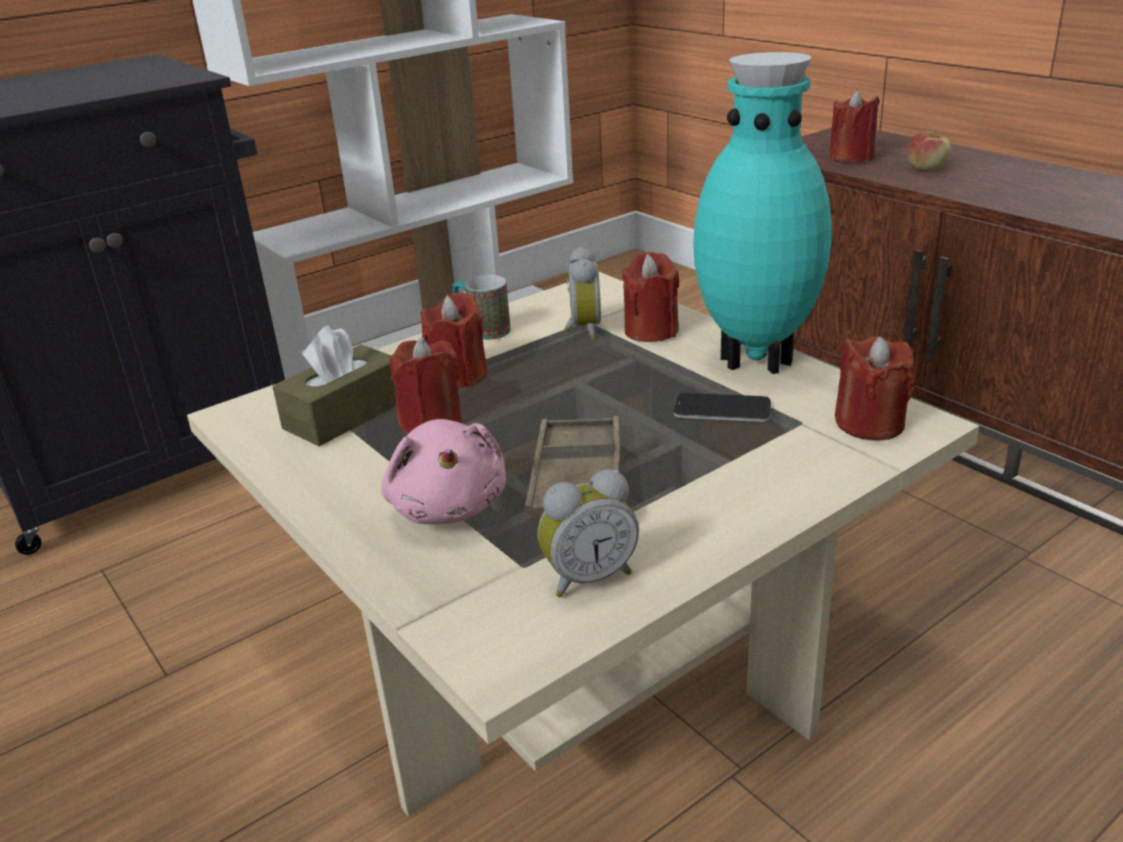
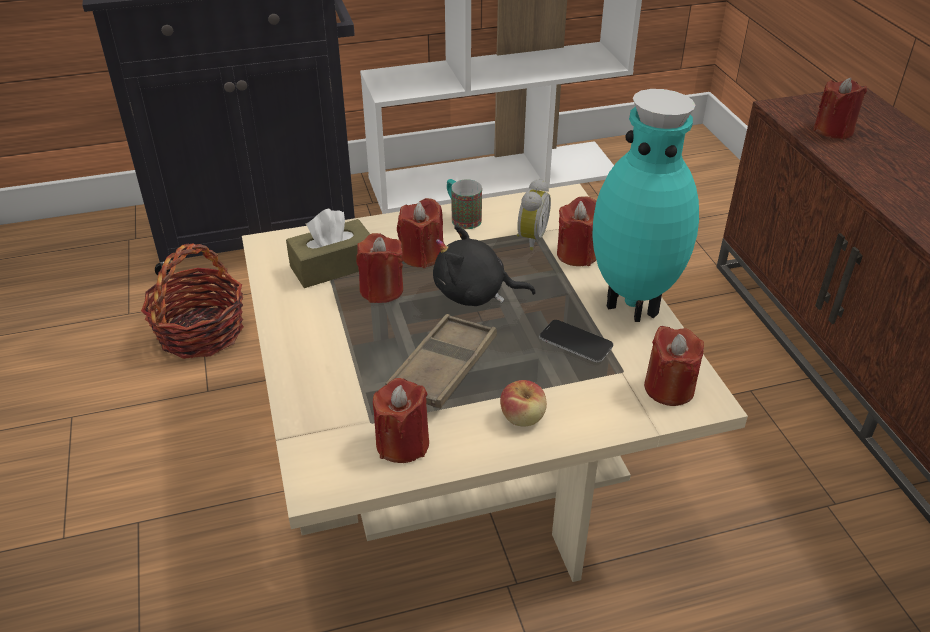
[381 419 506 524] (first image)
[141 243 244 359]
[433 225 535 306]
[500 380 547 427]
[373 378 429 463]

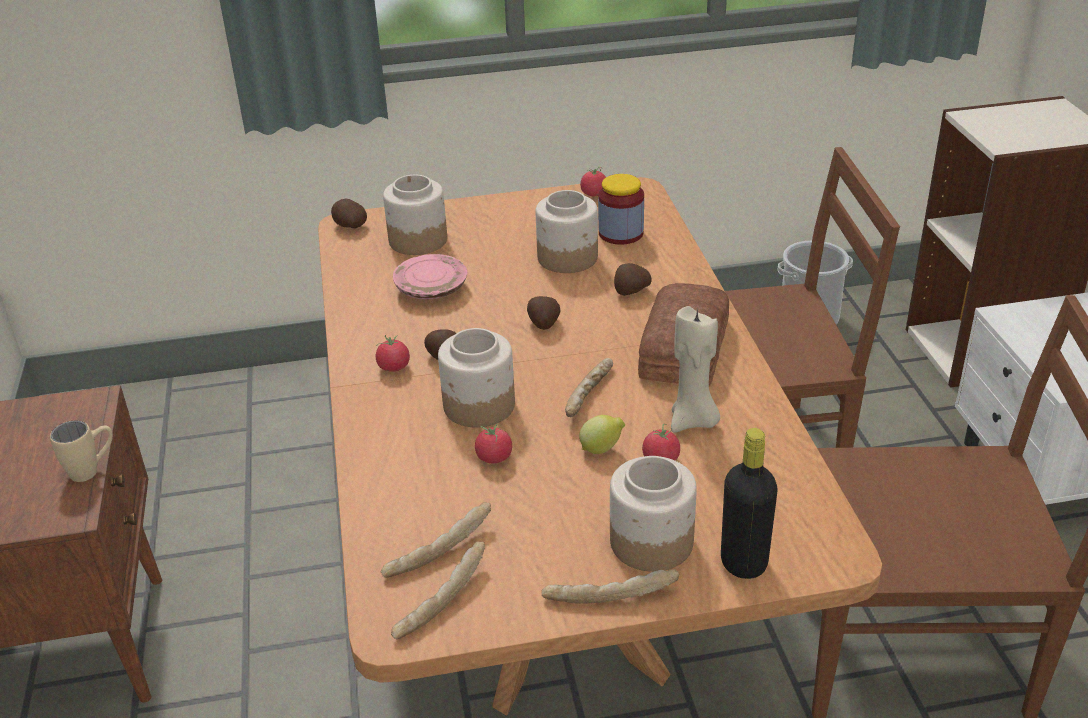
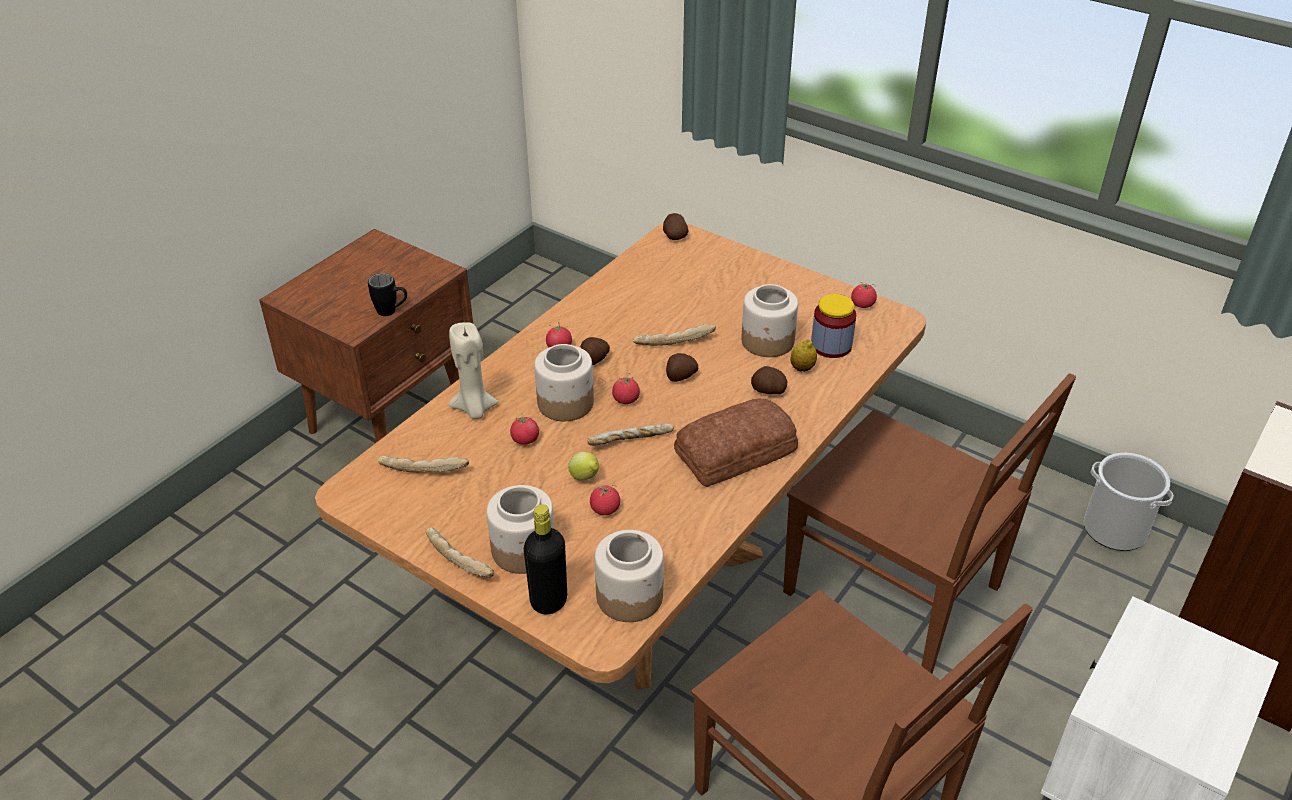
[393 254 467 299] (first image)
[612 373 640 404]
[790 340 817 372]
[595 530 664 622]
[633 324 716 346]
[449 322 499 419]
[368 273 407 316]

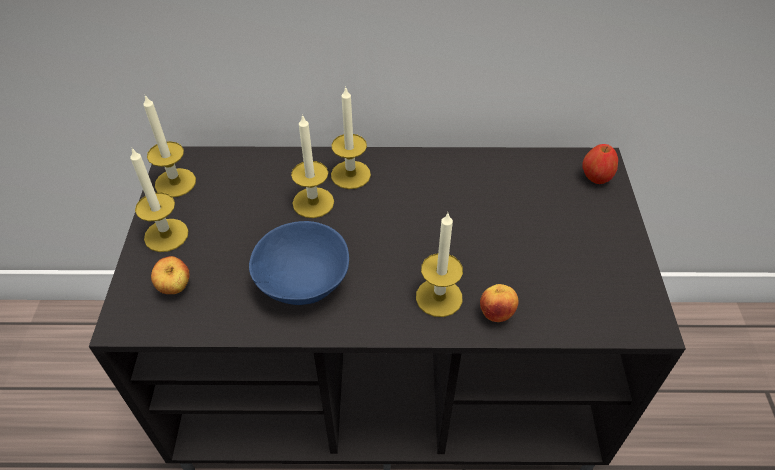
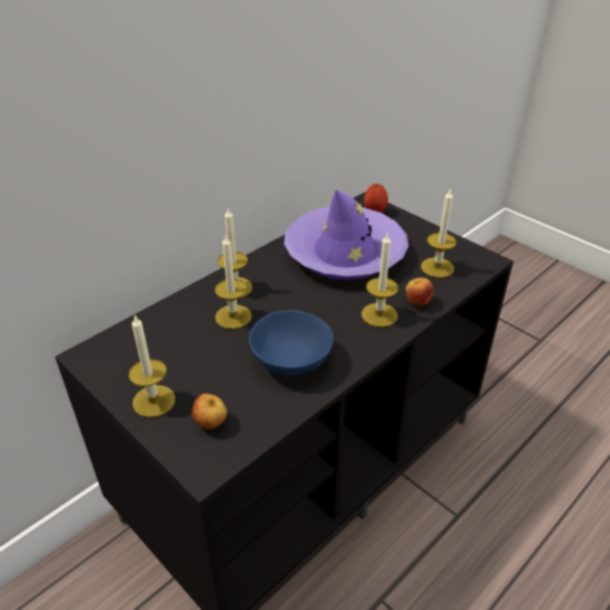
[284 190 409 280]
[421 188 457 278]

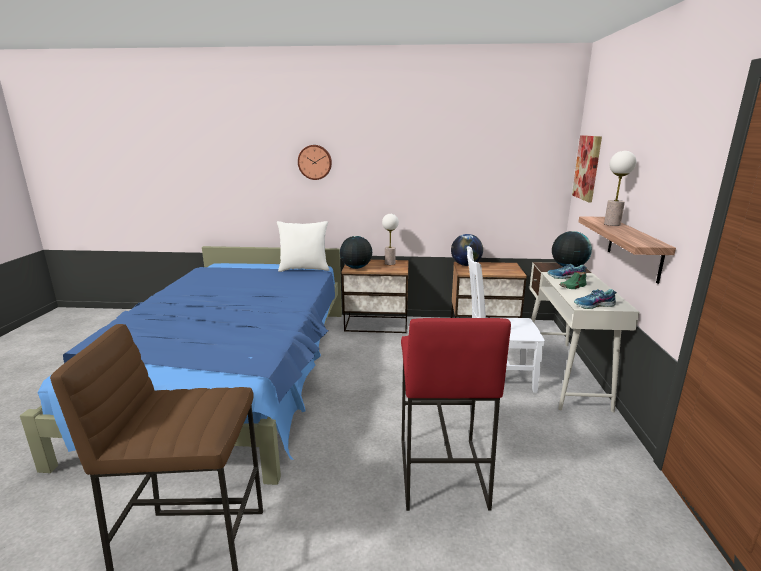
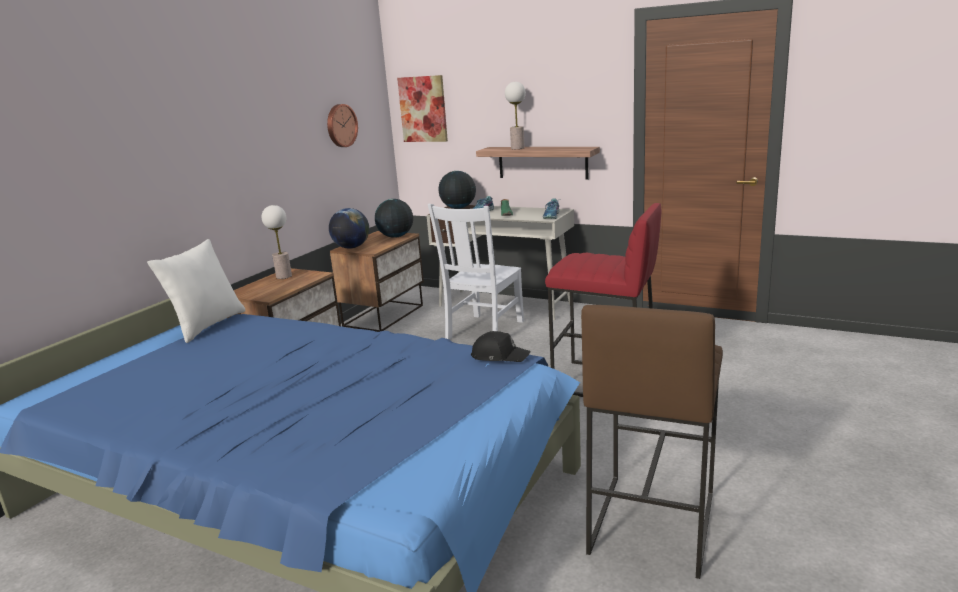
[471 331 531 362]
[327 104 358 147]
[375 199 413 238]

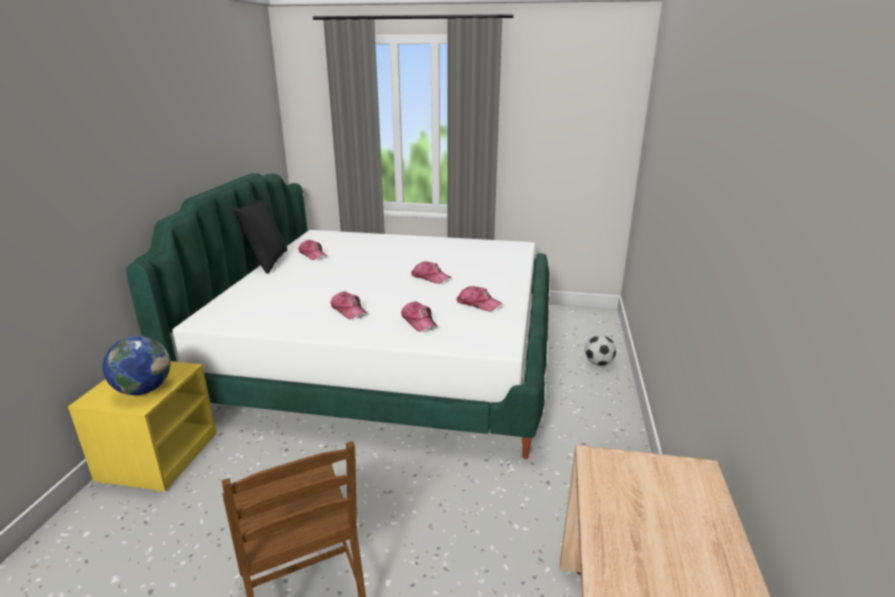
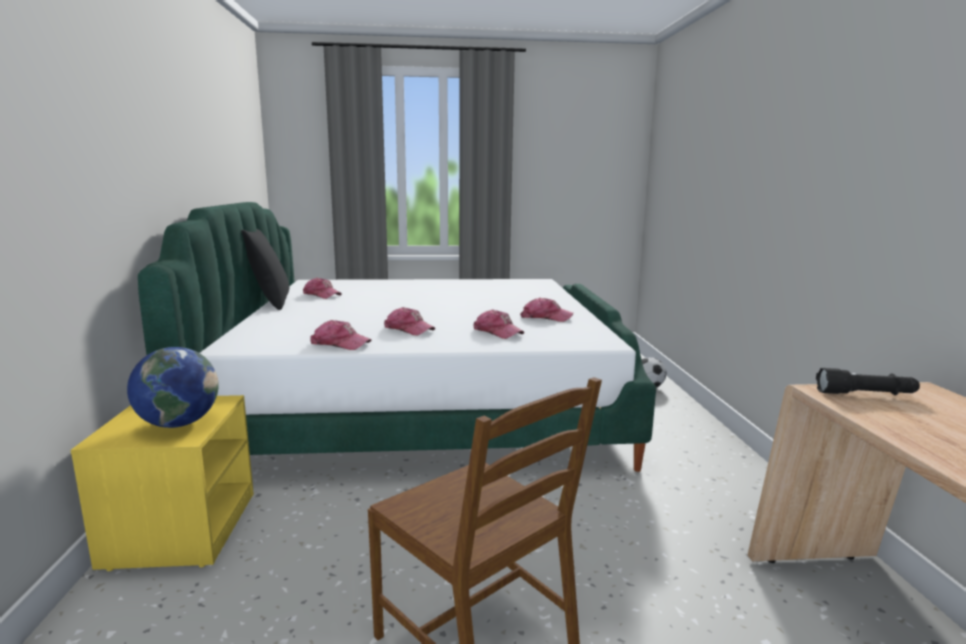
[816 368 920 395]
[310 320 372 350]

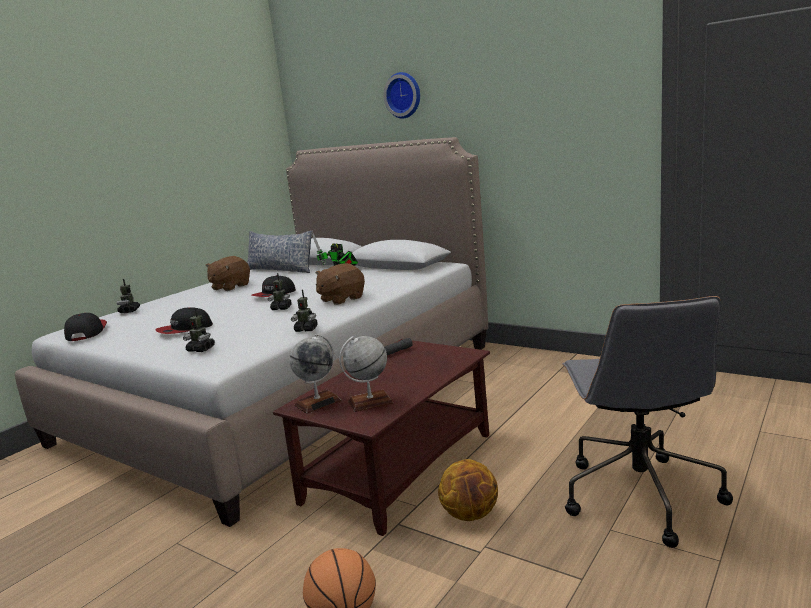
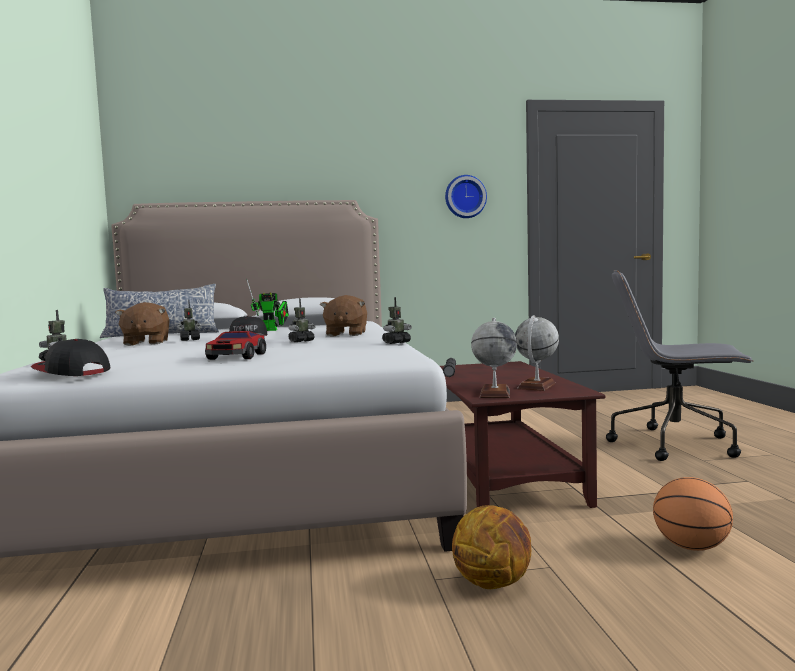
[177 300 202 341]
[445 175 487 218]
[452 505 531 589]
[205 331 266 360]
[606 270 754 461]

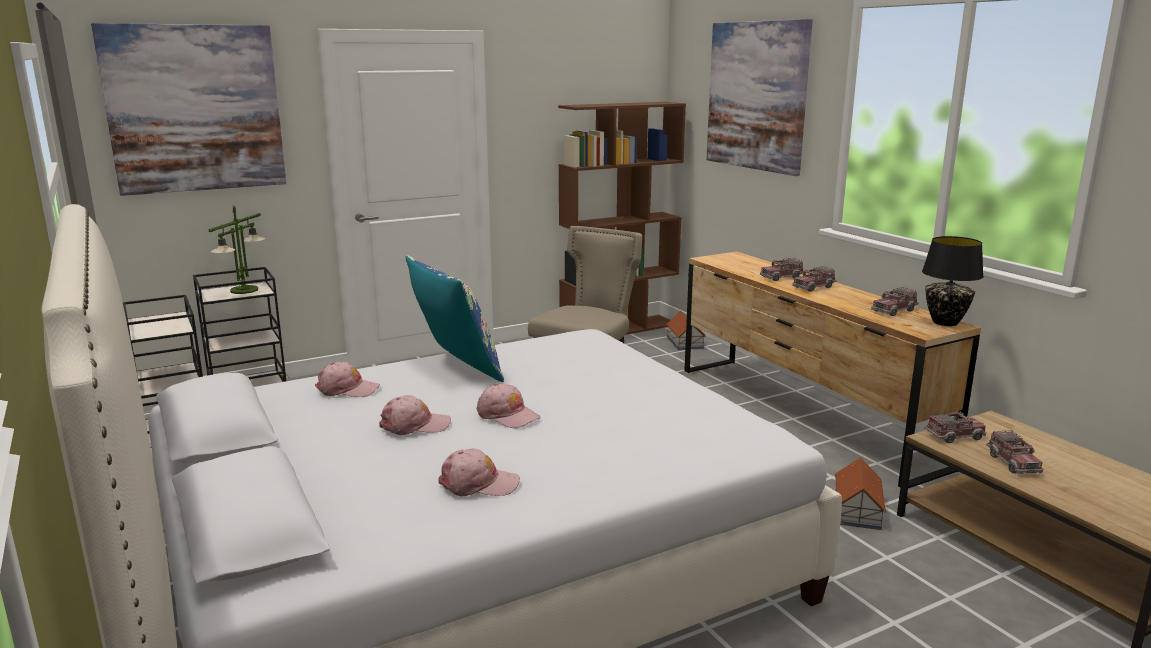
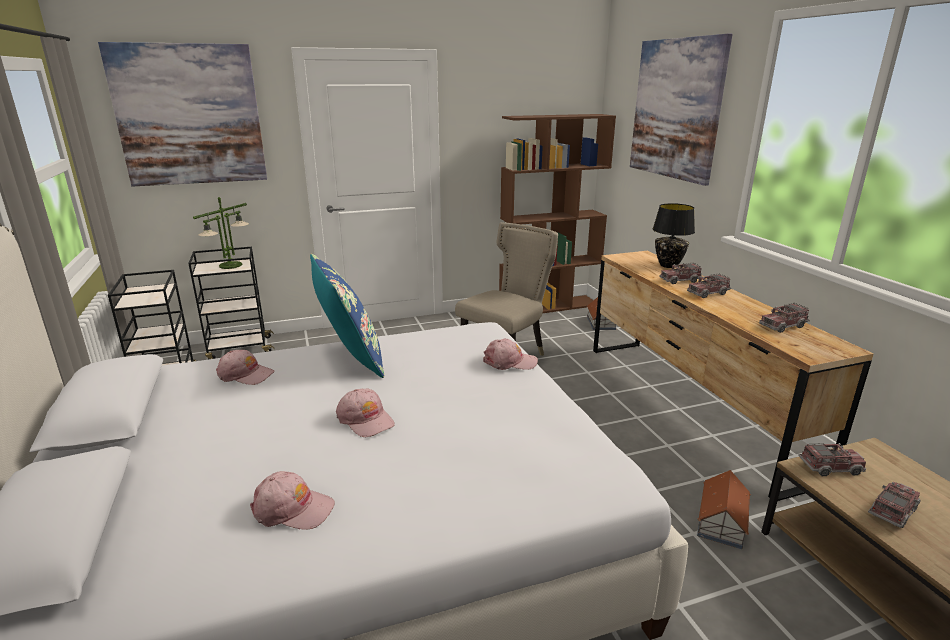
[483 339 538 370]
[653 203 695 268]
[868 482 921 528]

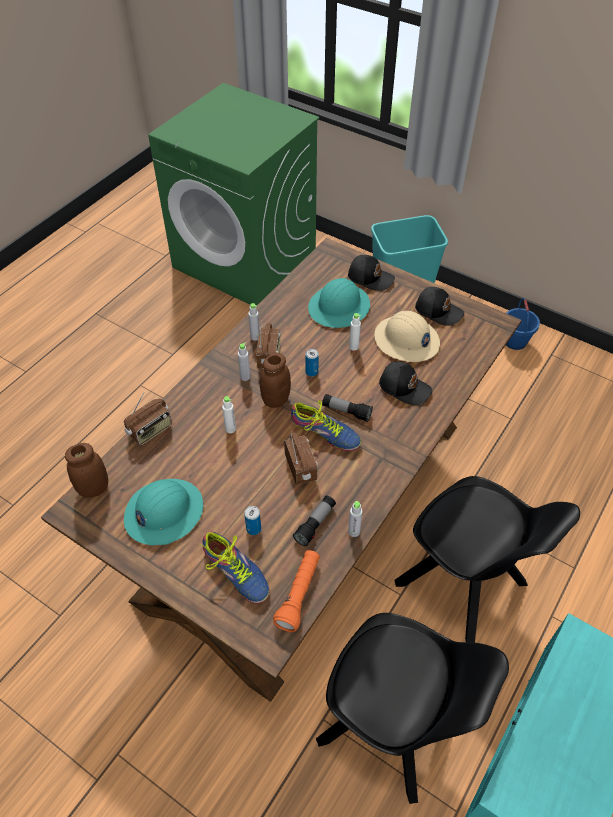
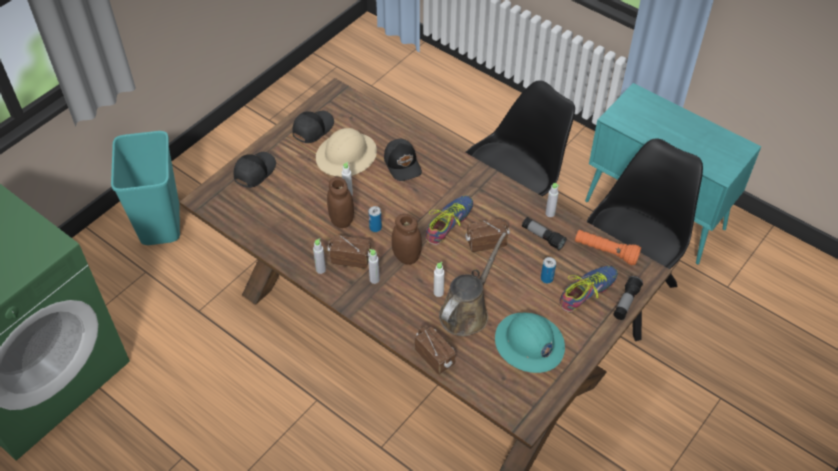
[308 278 370 328] (first image)
[506 298 540 350] (first image)
[439 232 506 336]
[327 177 354 228]
[613 276 643 320]
[384 139 422 181]

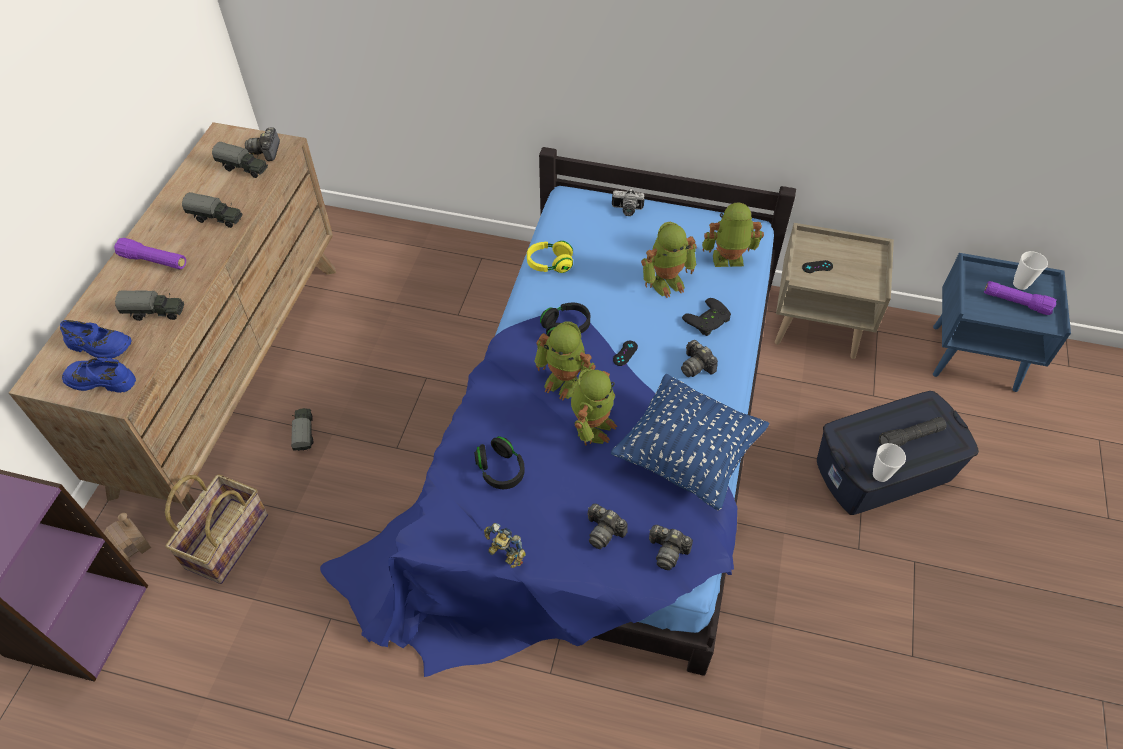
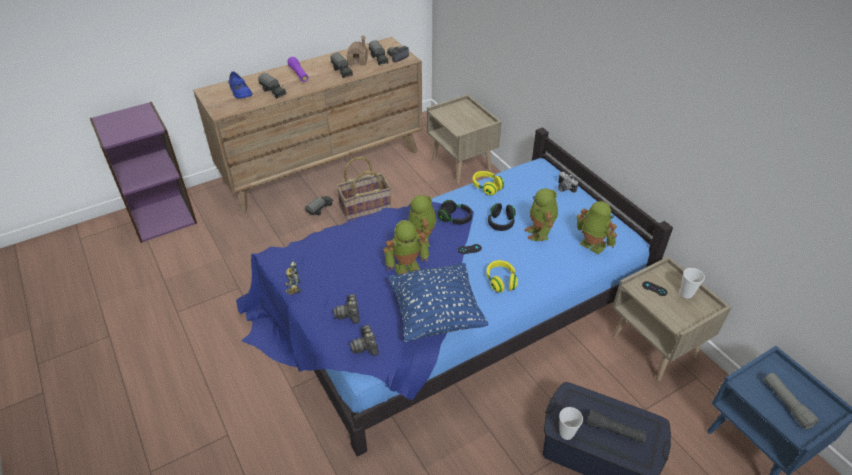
[62 357 136 393] (first image)
[682 298 731 336] (first image)
[427 94 502 184]
[347 35 368 66]
[336 157 391 221]
[488 203 516 231]
[680 268 705 298]
[486 260 518 292]
[764 373 819 429]
[524 188 558 241]

